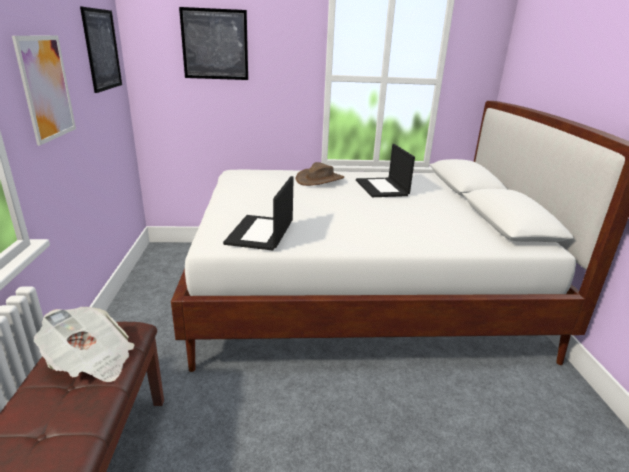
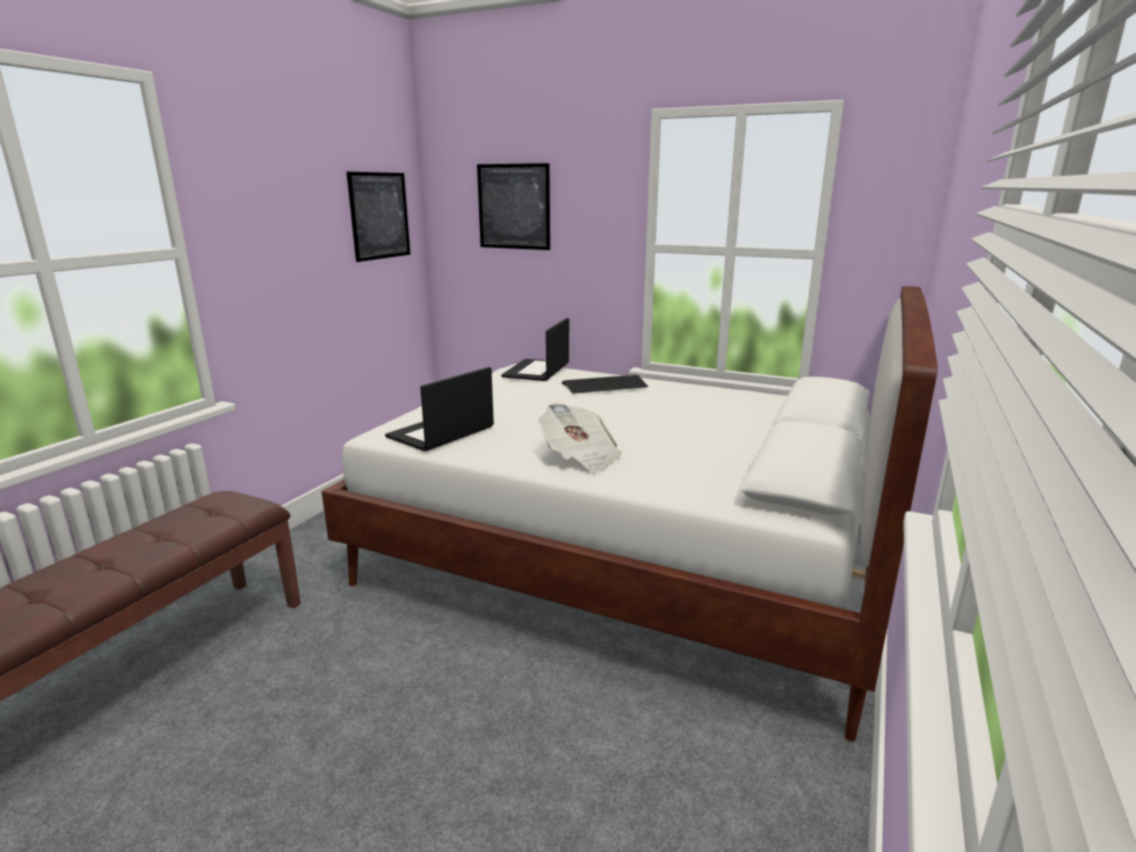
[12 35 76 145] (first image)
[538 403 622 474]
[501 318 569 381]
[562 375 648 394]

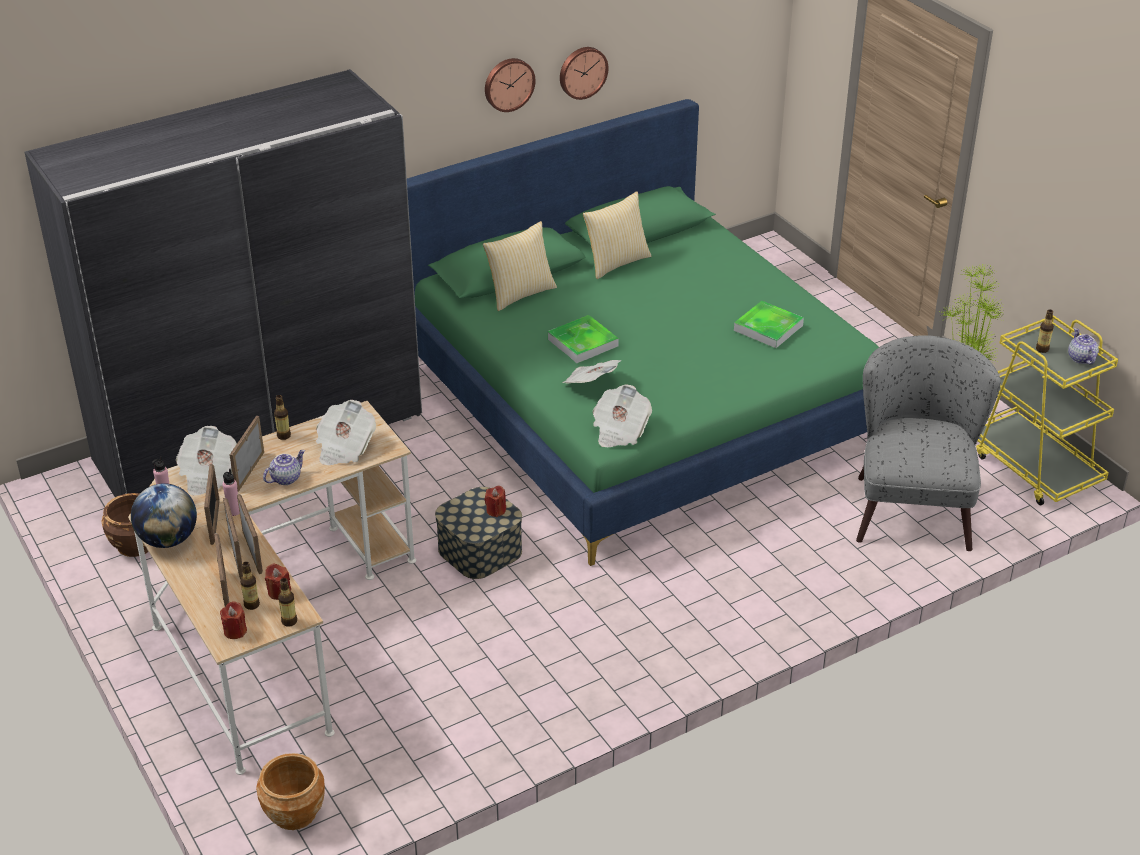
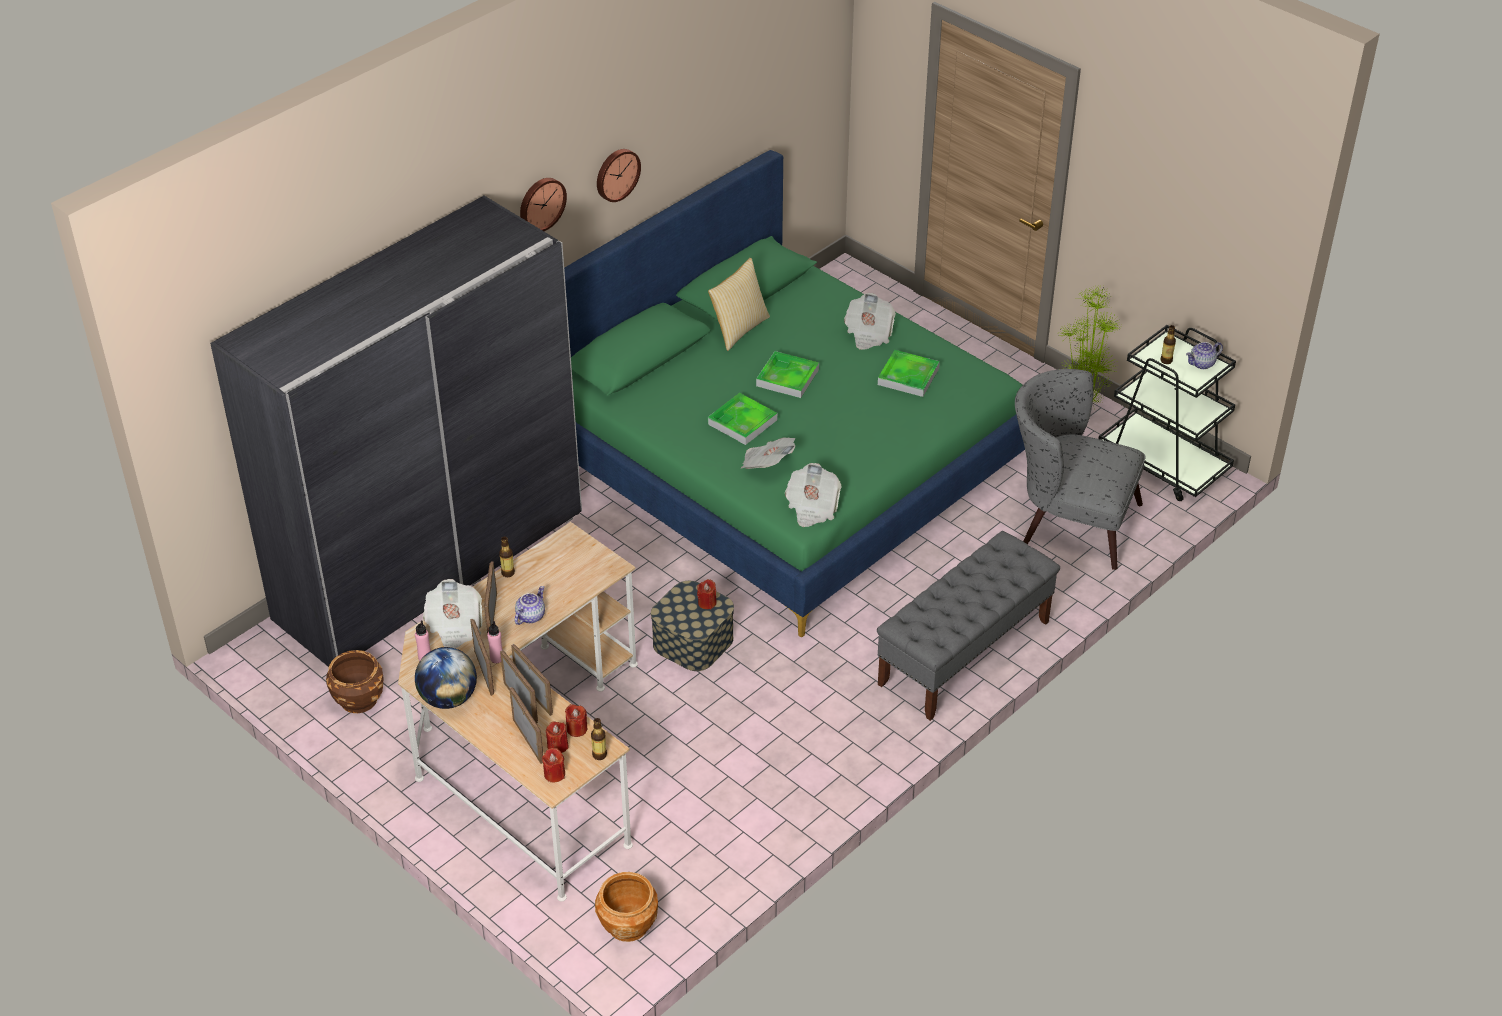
[483 221 557 311] (first image)
[756 351 819 398]
[877 531 1060 721]
[844 293 896 350]
[520 178 567 231]
[546 721 568 753]
[1099 325 1236 501]
[1015 369 1145 570]
[1186 342 1223 369]

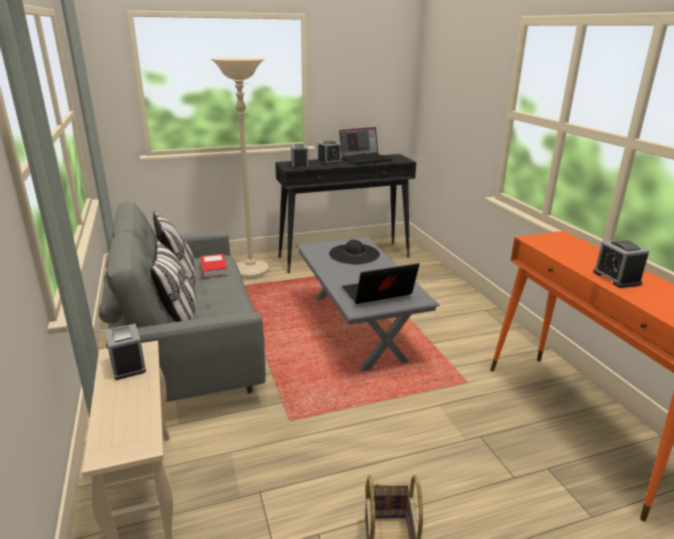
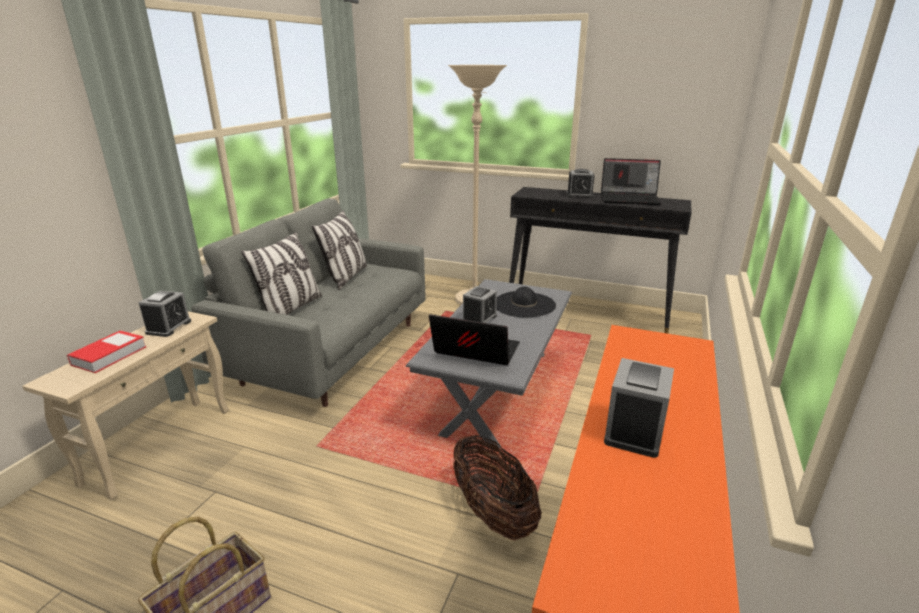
[454 435 542 541]
[67 330 146 373]
[463 286 497 323]

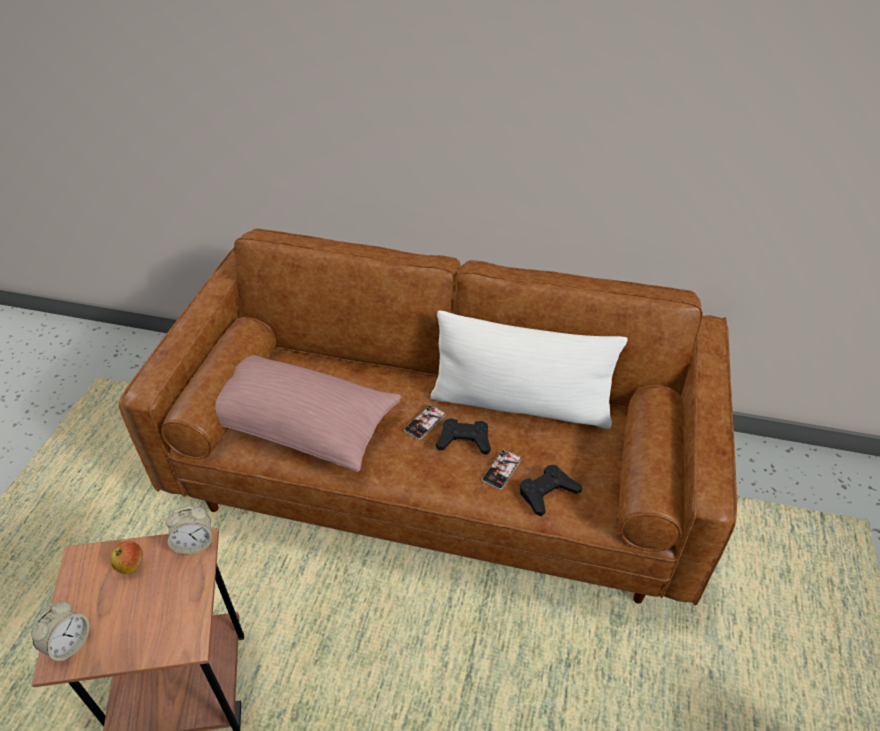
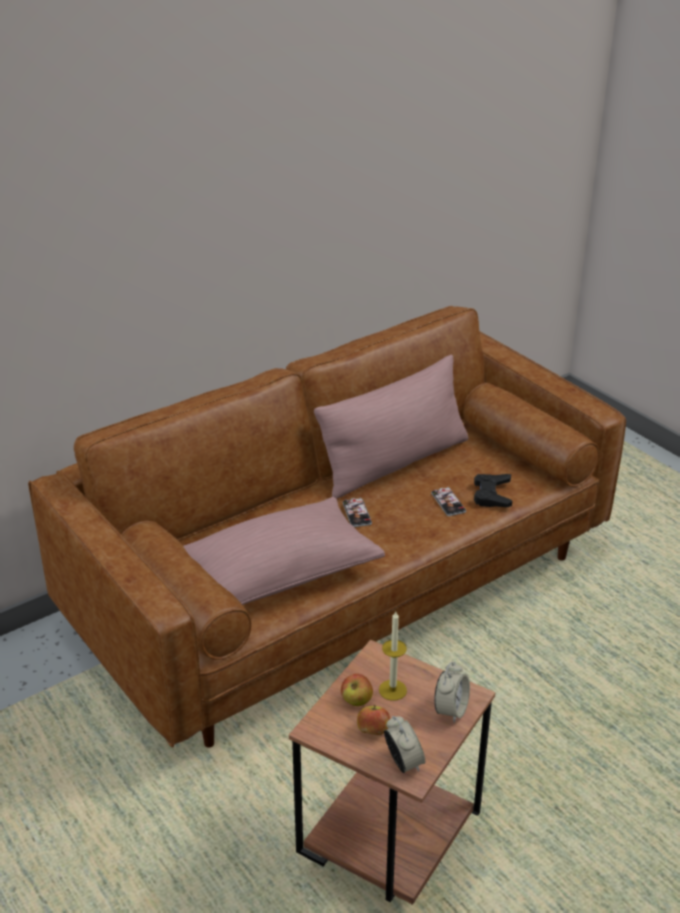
[436 418 491 455] (first image)
[357 705 390 735]
[379 612 407 701]
[434 661 470 723]
[314 354 468 499]

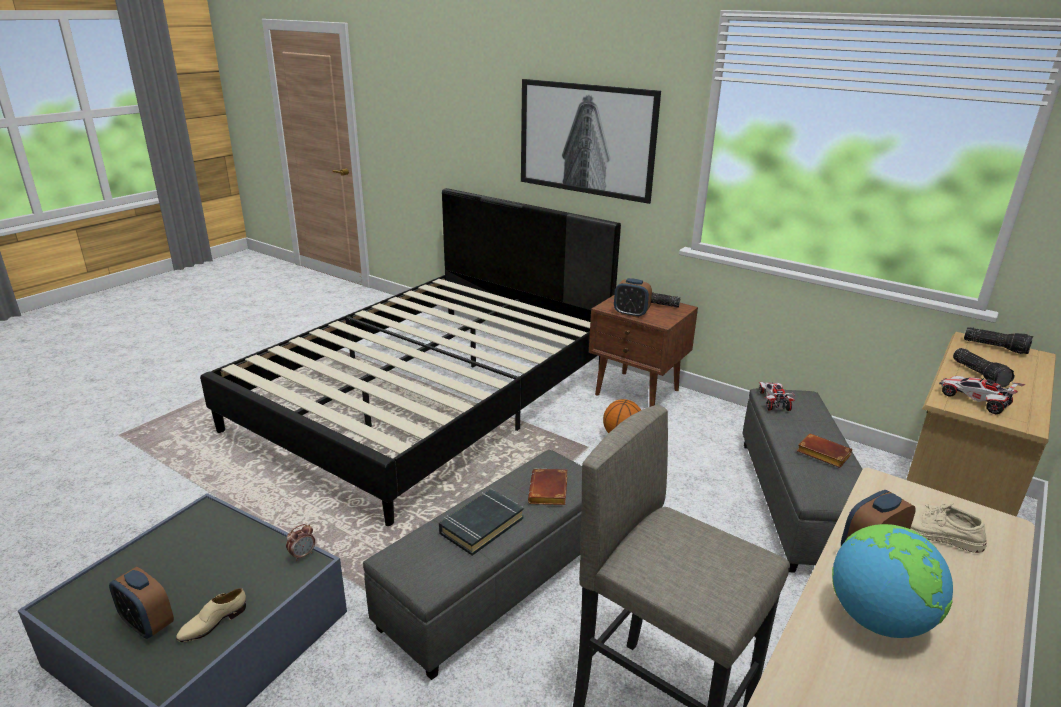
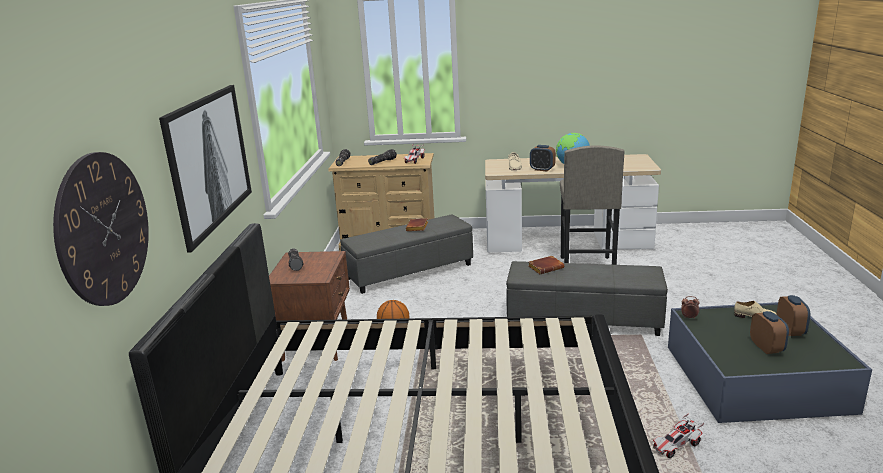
[439 489 524 556] (first image)
[53 152 149 306]
[750 311 789 354]
[653 413 704 458]

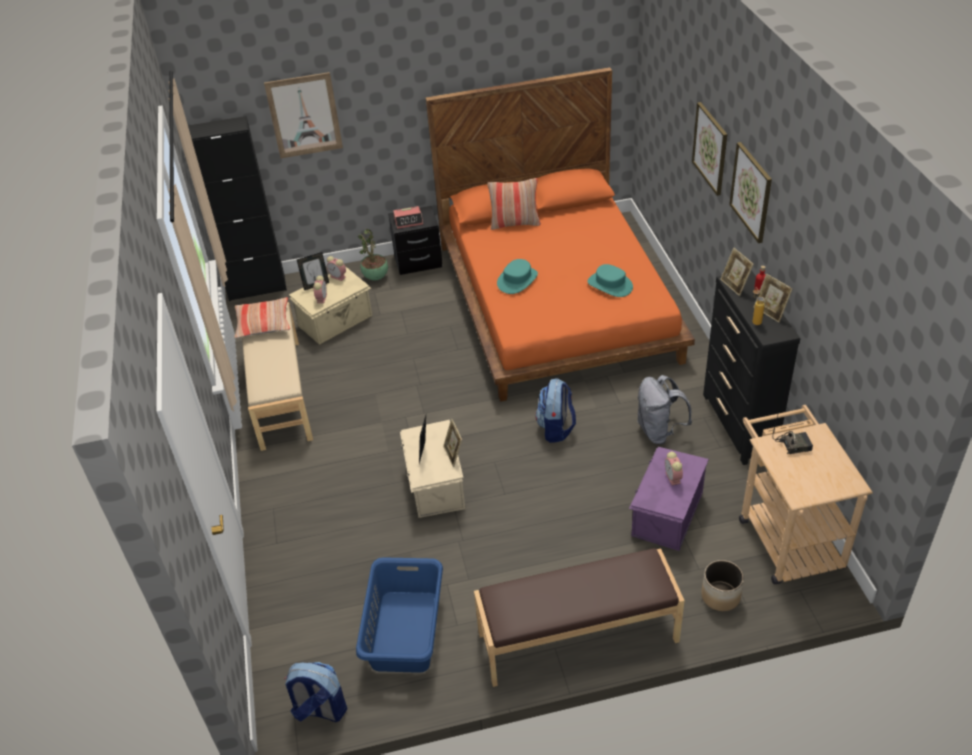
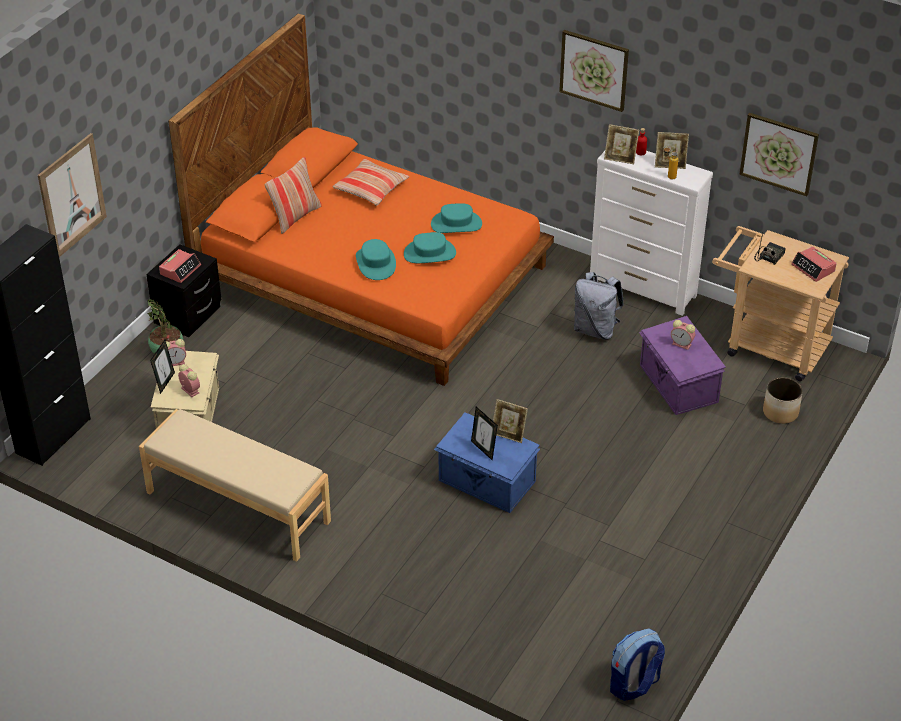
[356 557 443 673] (first image)
[474 548 685 687] (first image)
[536 378 576 443] (first image)
[404 232 456 263]
[791 246 837 282]
[332 159 409 206]
[739 113 819 196]
[434 412 540 513]
[590 151 713 316]

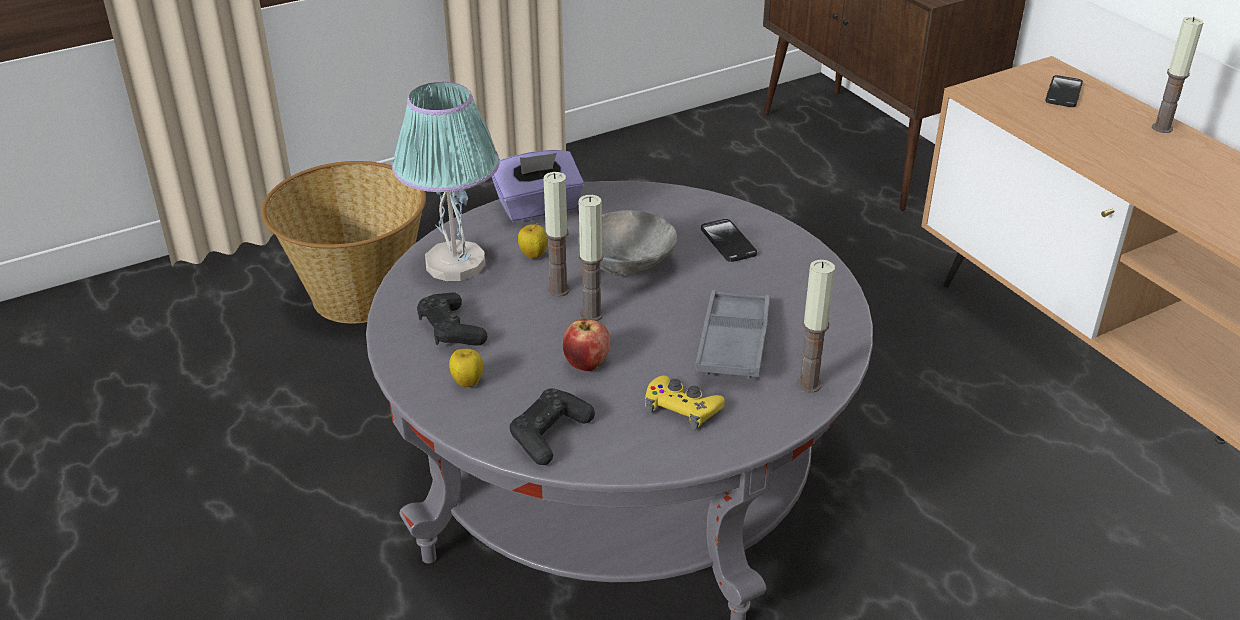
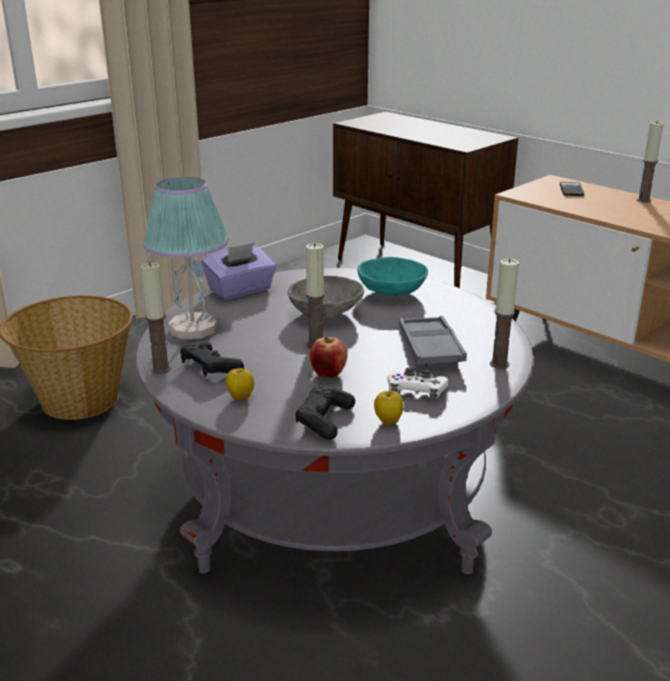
[374 388 404 425]
[141 262 171 374]
[357 257 428 296]
[388 367 448 401]

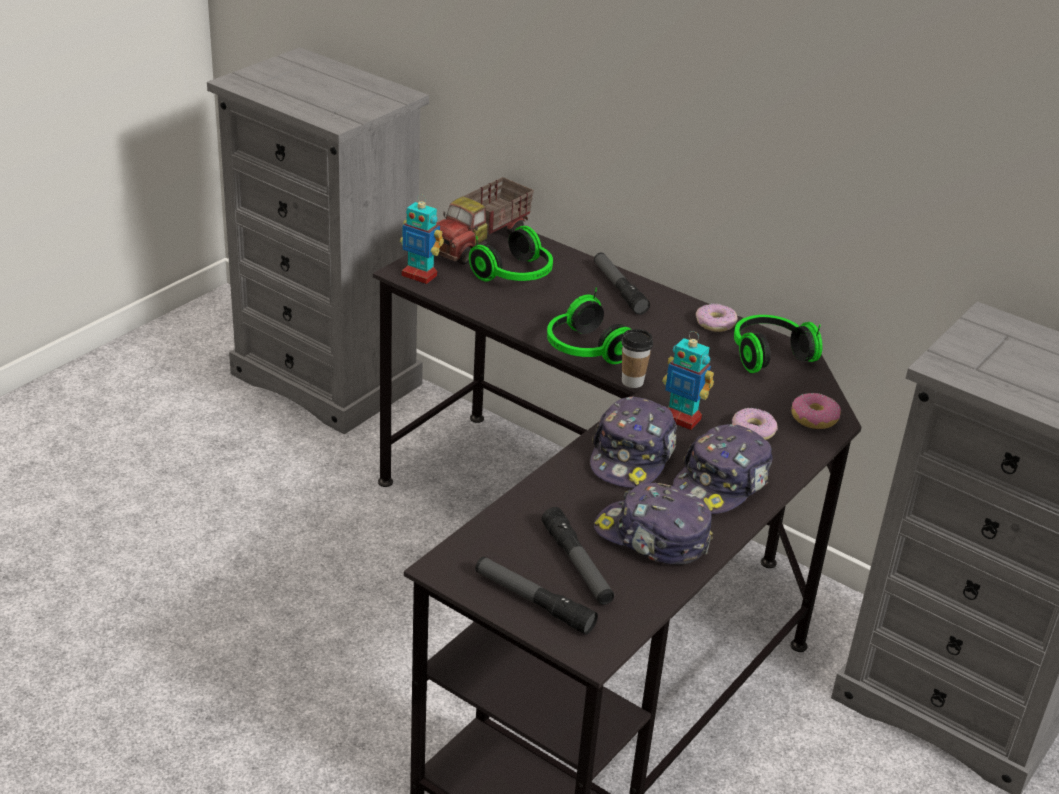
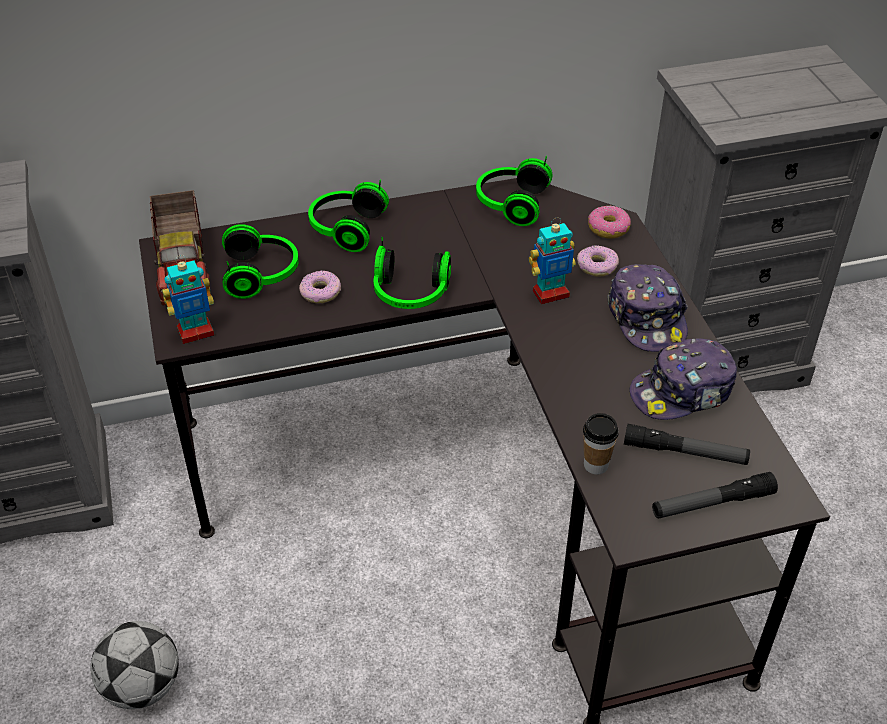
[590 396 677 488] (first image)
[90 621 179 709]
[583 413 619 475]
[299 271 341 303]
[308 180 389 252]

